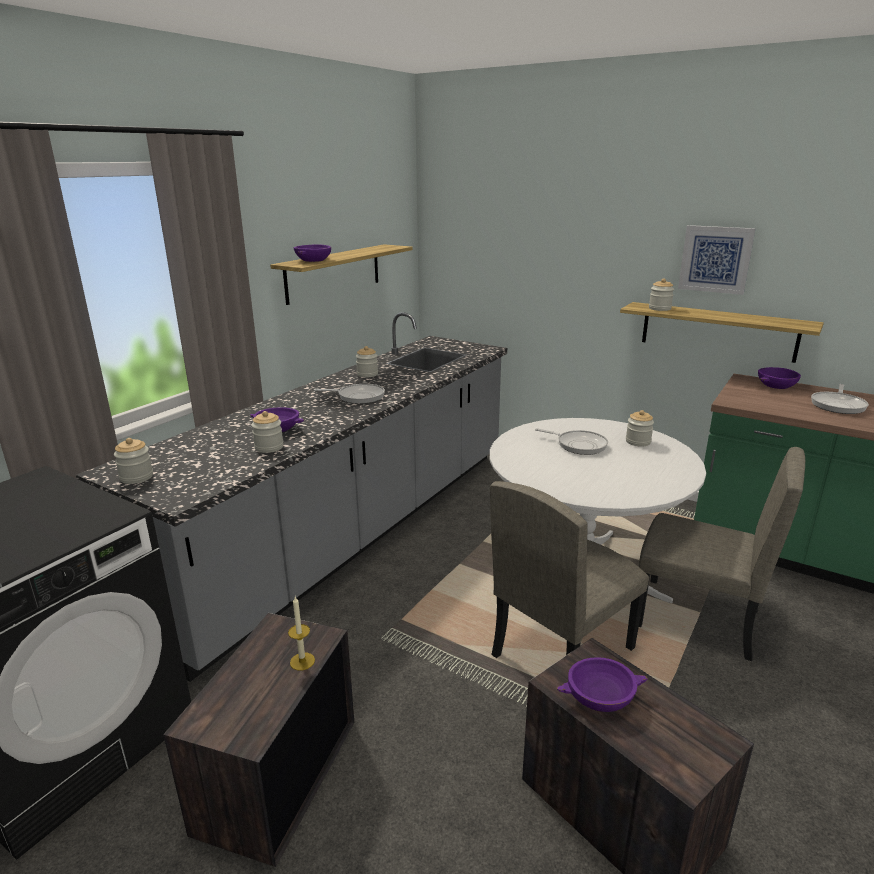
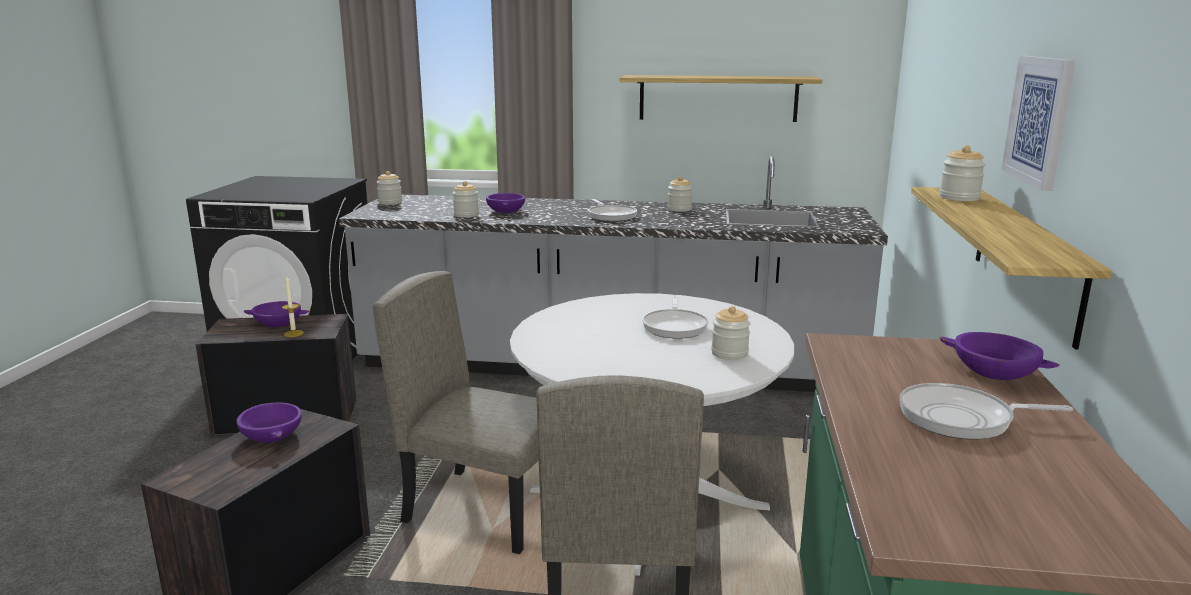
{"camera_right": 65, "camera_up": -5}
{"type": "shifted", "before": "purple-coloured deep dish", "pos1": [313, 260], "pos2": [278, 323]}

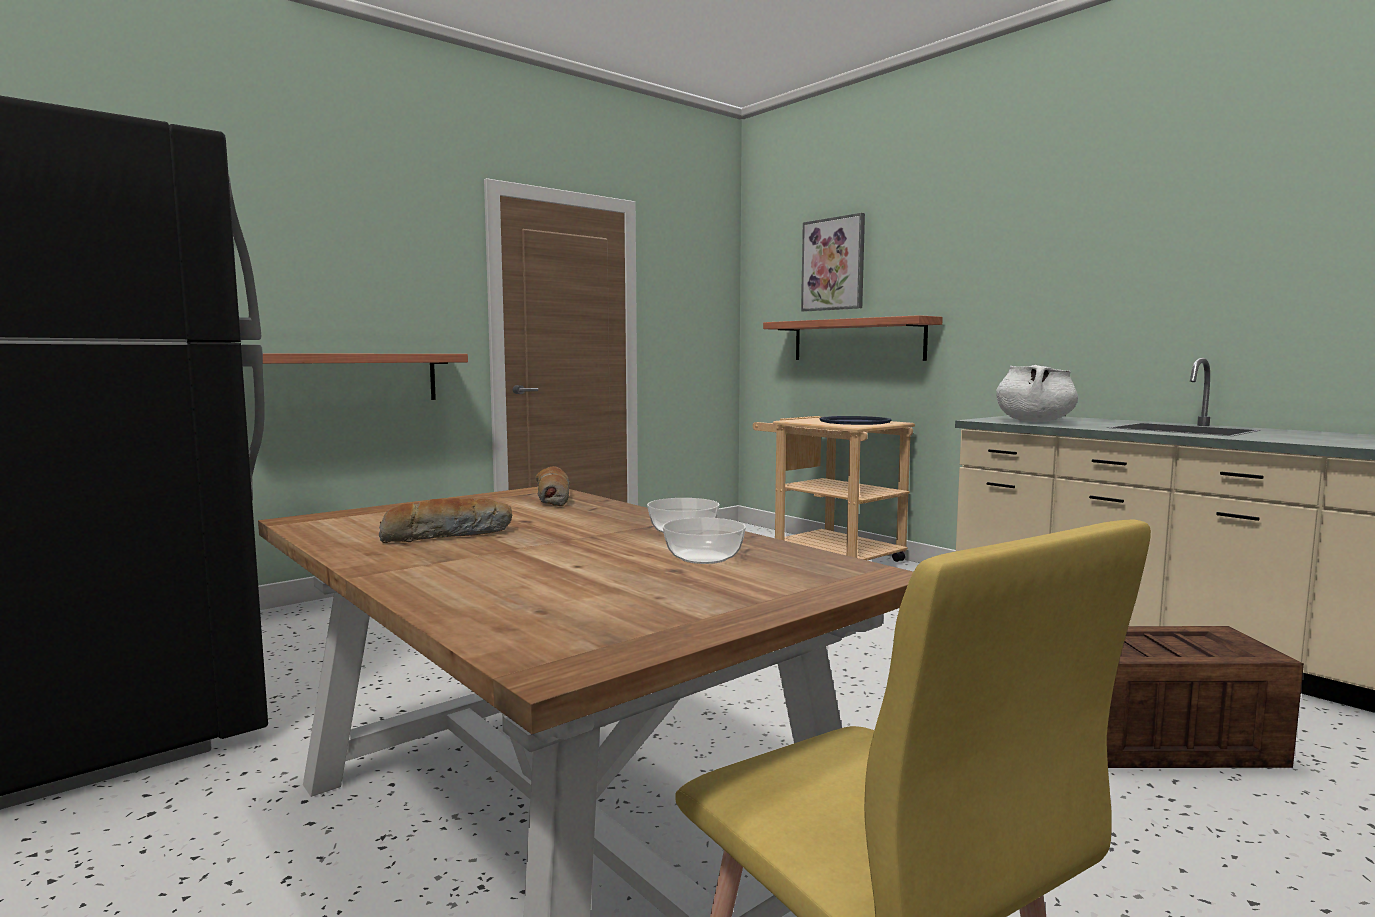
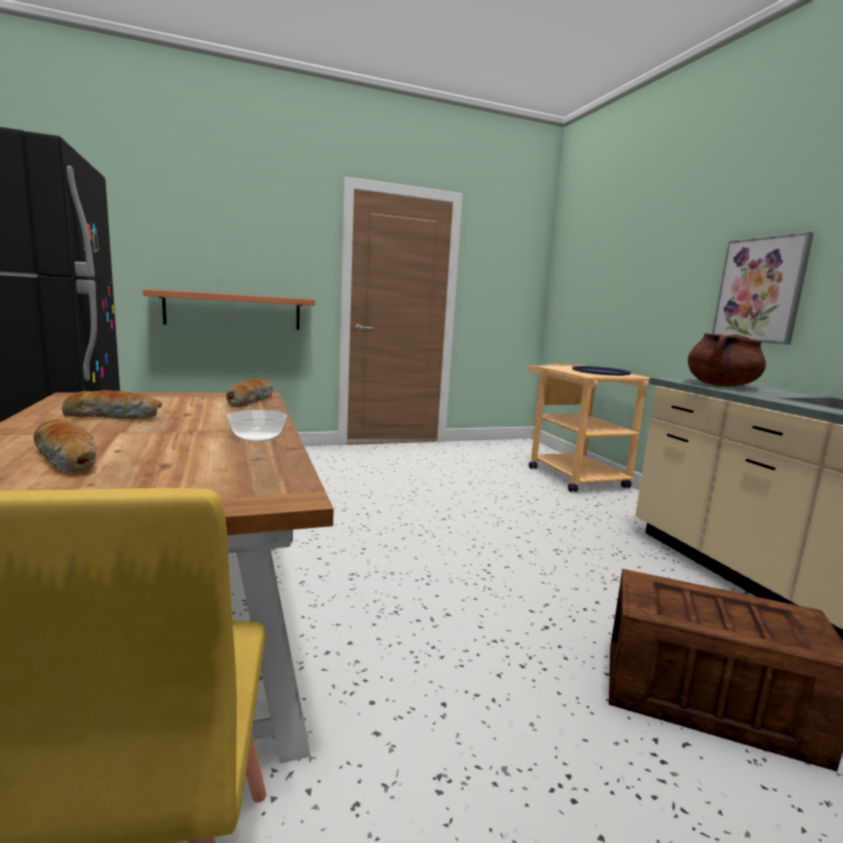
{"camera_right": 20, "camera_up": 5}
{"type": "new", "after": "bread", "pos2": [68, 459]}
{"type": "repainted", "before": "white-coloured saucepot", "after": "brownish saucepot", "pos1": [1034, 421], "pos2": [721, 385]}
{"type": "shifted", "before": "wall picture", "pos1": [833, 264], "pos2": [760, 290]}
{"type": "gone", "before": "deep dish", "pos1": [702, 558]}
{"type": "gone", "before": "shelf", "pos1": [857, 340]}

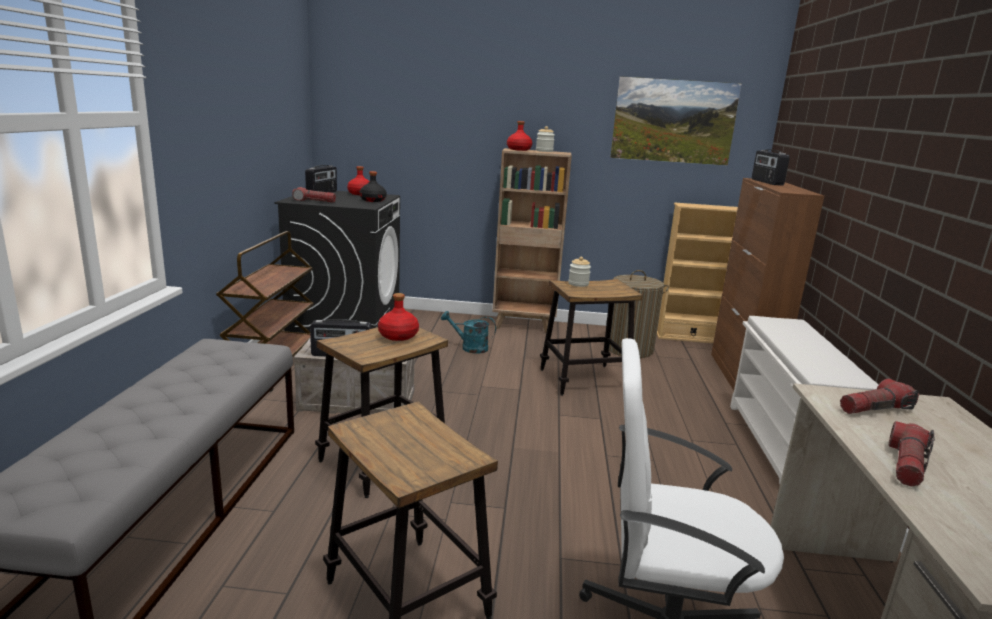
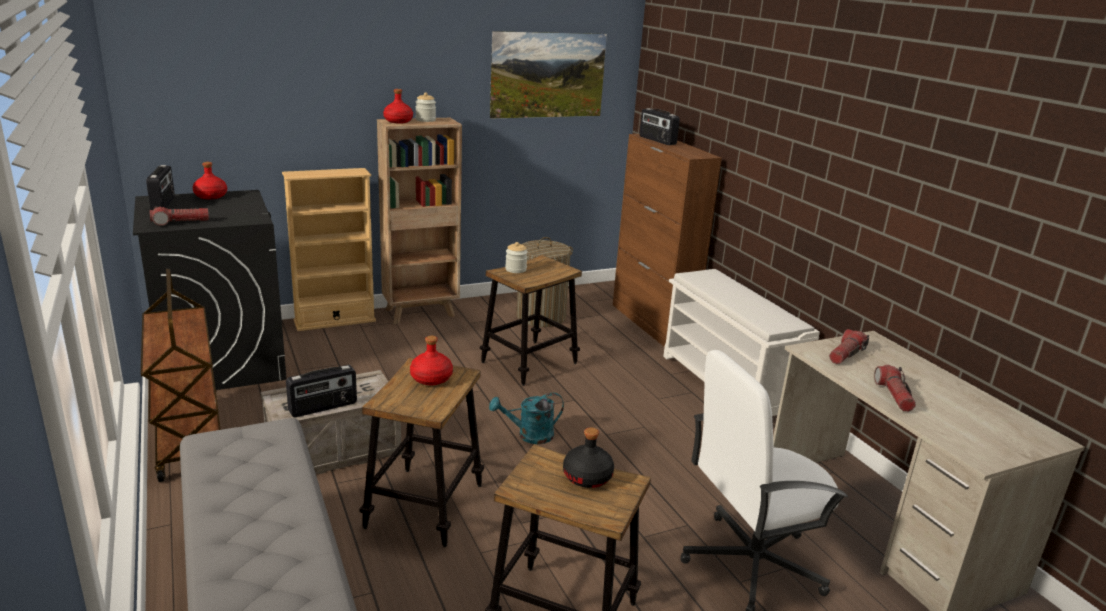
{"camera_right": -30, "camera_up": 5}
{"type": "shifted", "before": "sand-coloured bookcase", "pos1": [690, 337], "pos2": [335, 321]}
{"type": "shifted", "before": "turquoise watering pot", "pos1": [469, 348], "pos2": [529, 436]}
{"type": "shifted", "before": "black-coloured beverage bottle", "pos1": [373, 200], "pos2": [588, 477]}

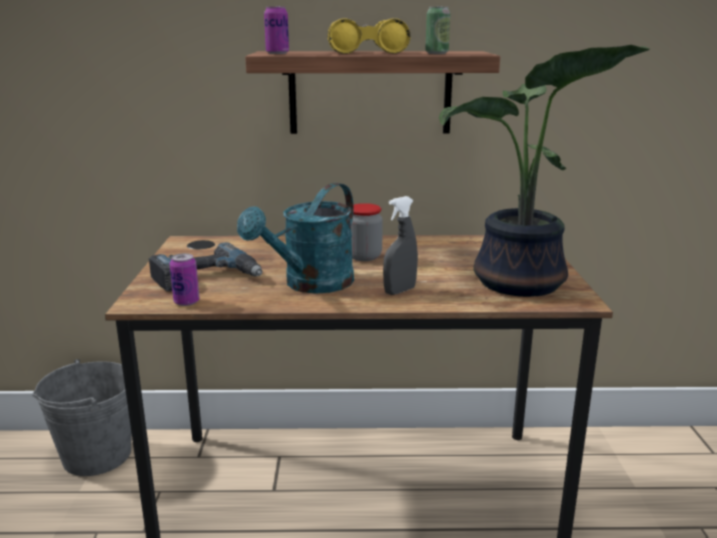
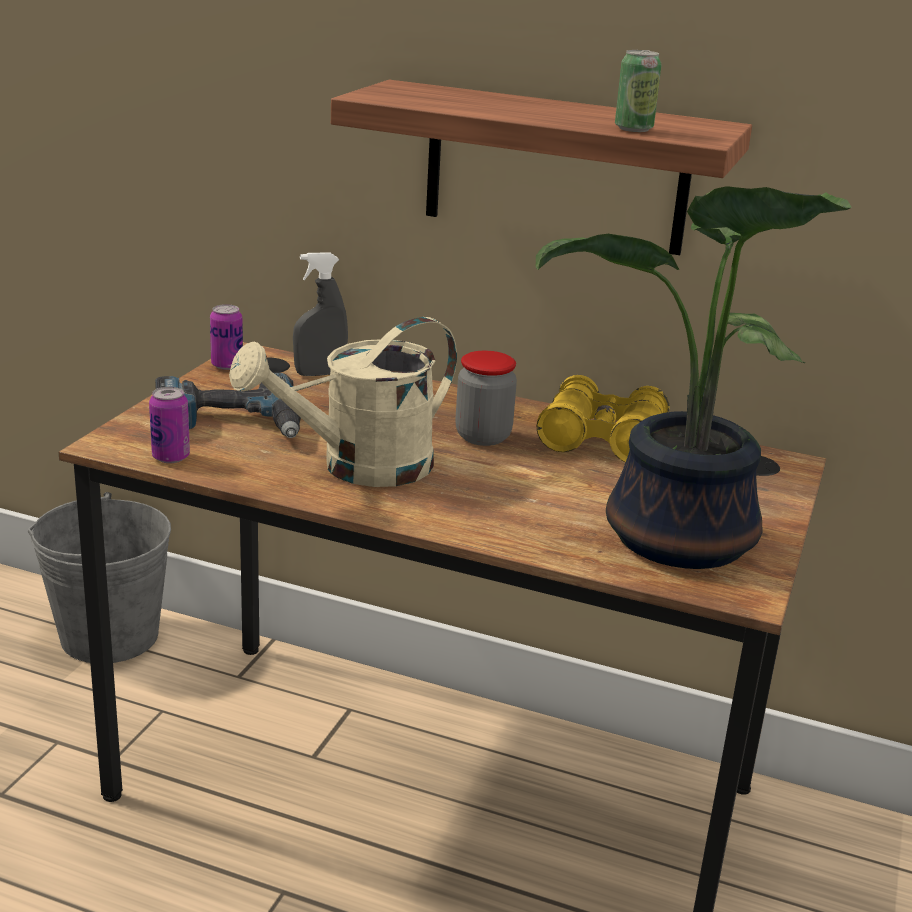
{"camera_right": 20, "camera_up": 5}
{"type": "shifted", "before": "sealed can", "pos1": [277, 53], "pos2": [227, 365]}
{"type": "repainted", "before": "turquoise watering pot", "after": "sand-coloured watering pot", "pos1": [310, 285], "pos2": [359, 468]}
{"type": "shifted", "before": "grey spray bottle", "pos1": [399, 291], "pos2": [320, 373]}
{"type": "shifted", "before": "yellow-coloured binoculars", "pos1": [366, 52], "pos2": [603, 440]}

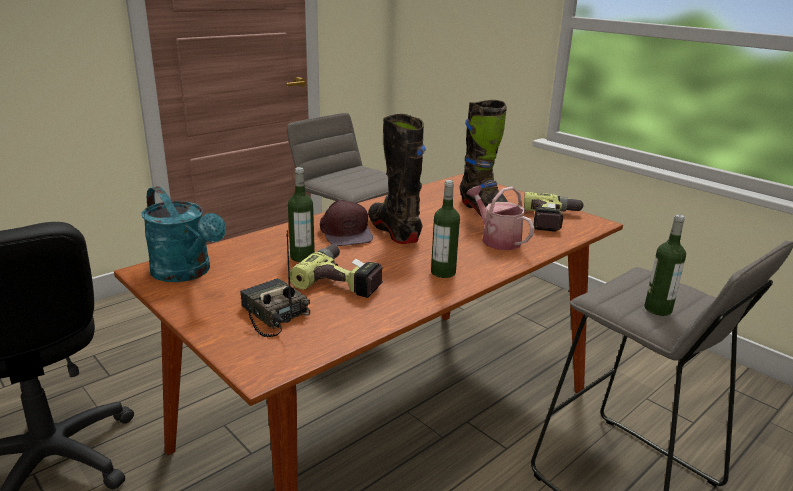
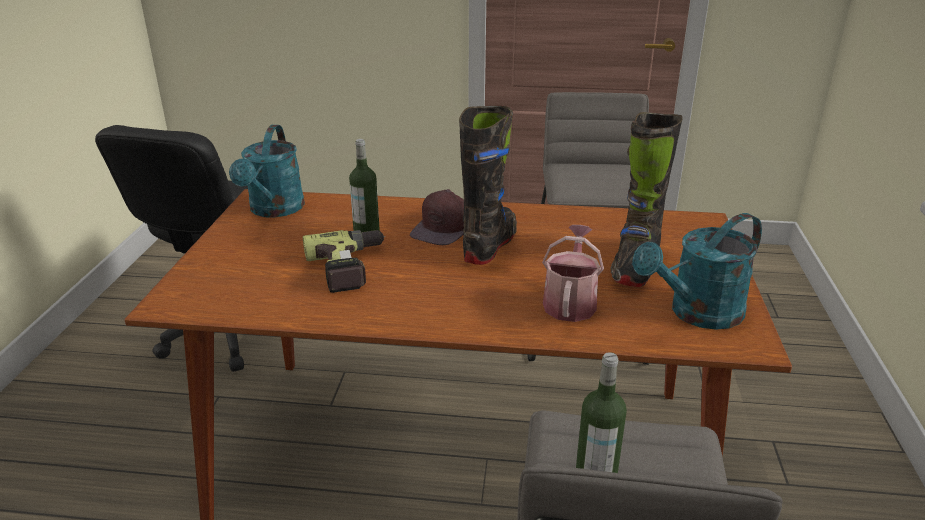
{"camera_right": 50, "camera_up": 5}
{"type": "swapped", "before": "drill", "after": "turquoise watering pot", "pos1": [553, 220], "pos2": [697, 314]}
{"type": "gone", "before": "radio receiver", "pos1": [272, 314]}
{"type": "gone", "before": "beverage bottle", "pos1": [443, 272]}

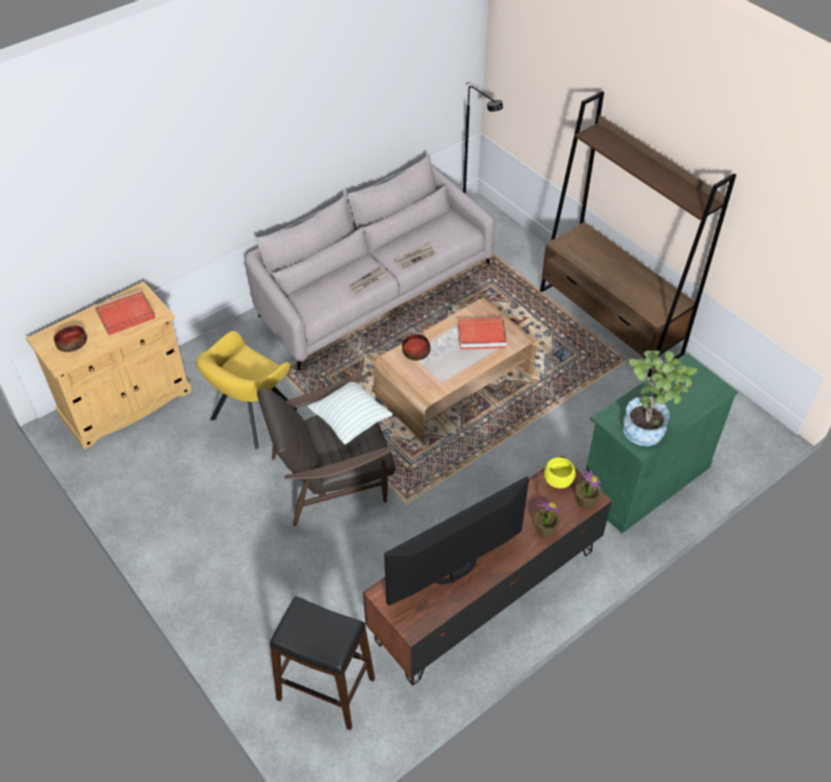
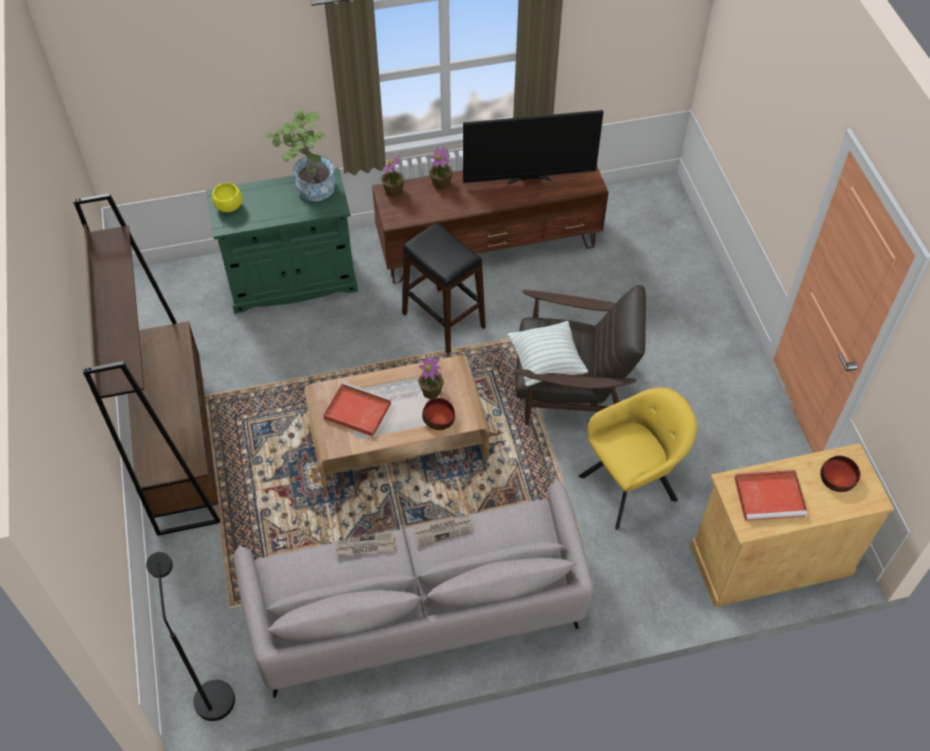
{"camera_right": -155, "camera_up": 5}
{"type": "shifted", "before": "yellow-coloured deep dish", "pos1": [558, 481], "pos2": [228, 207]}
{"type": "shifted", "before": "black-coloured stool", "pos1": [325, 689], "pos2": [444, 320]}
{"type": "new", "after": "plant in a pot", "pos2": [431, 391]}

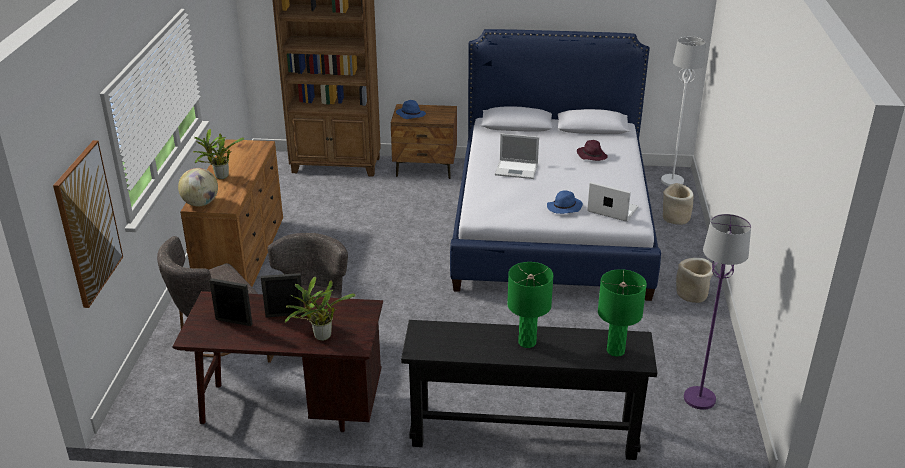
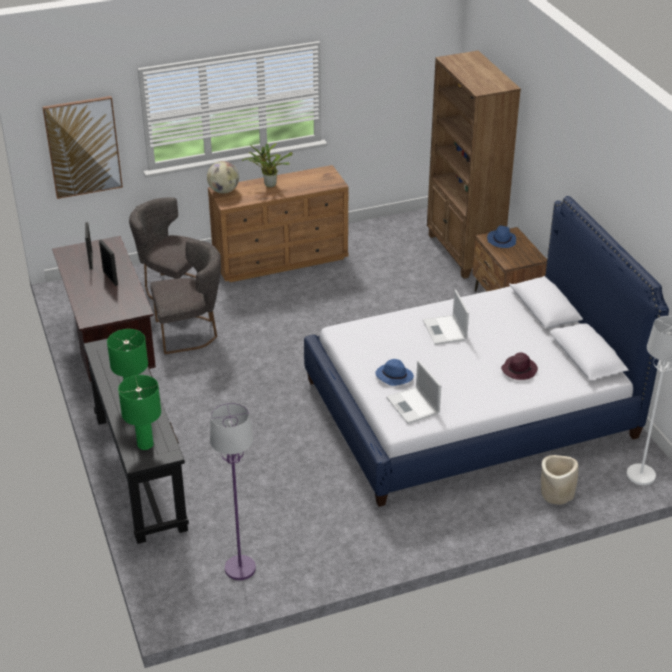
{"camera_right": 65, "camera_up": 5}
{"type": "rotated", "before": "portable computer", "pos1": [611, 209], "pos2": [413, 406], "turn": 150}
{"type": "gone", "before": "plant in a pot", "pos1": [320, 337]}
{"type": "gone", "before": "sand-coloured plant pot", "pos1": [692, 295]}

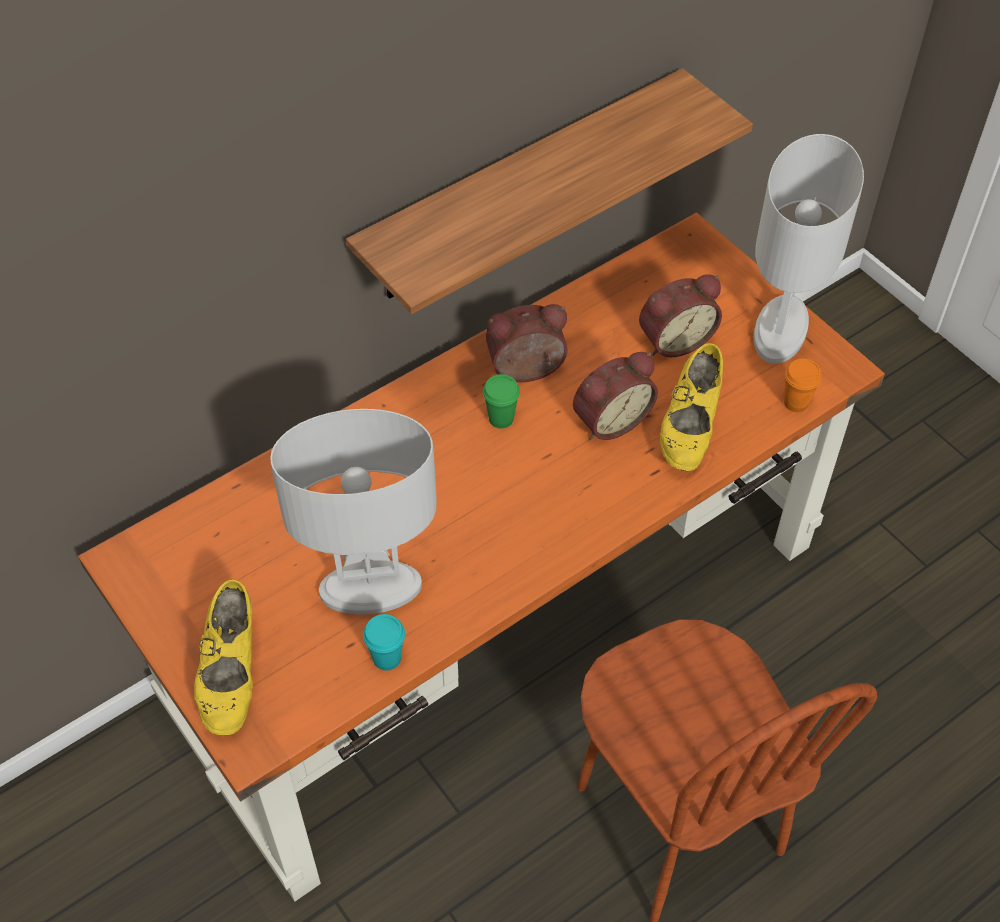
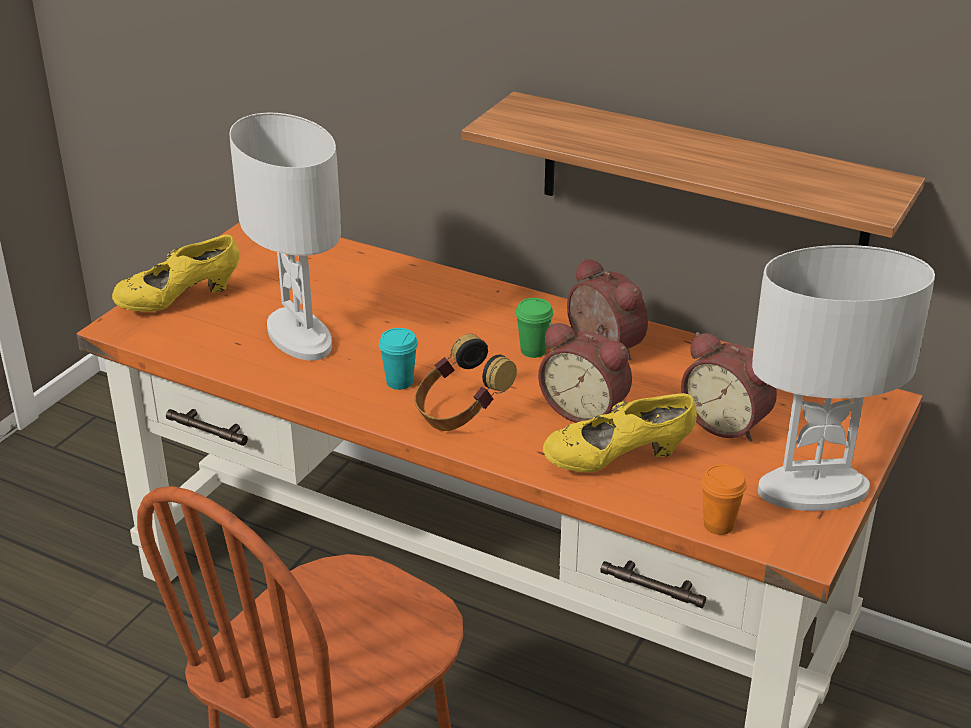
{"camera_right": 65, "camera_up": -20}
{"type": "shifted", "before": "turquoise small cup", "pos1": [387, 658], "pos2": [399, 382]}
{"type": "new", "after": "headset", "pos2": [460, 413]}

